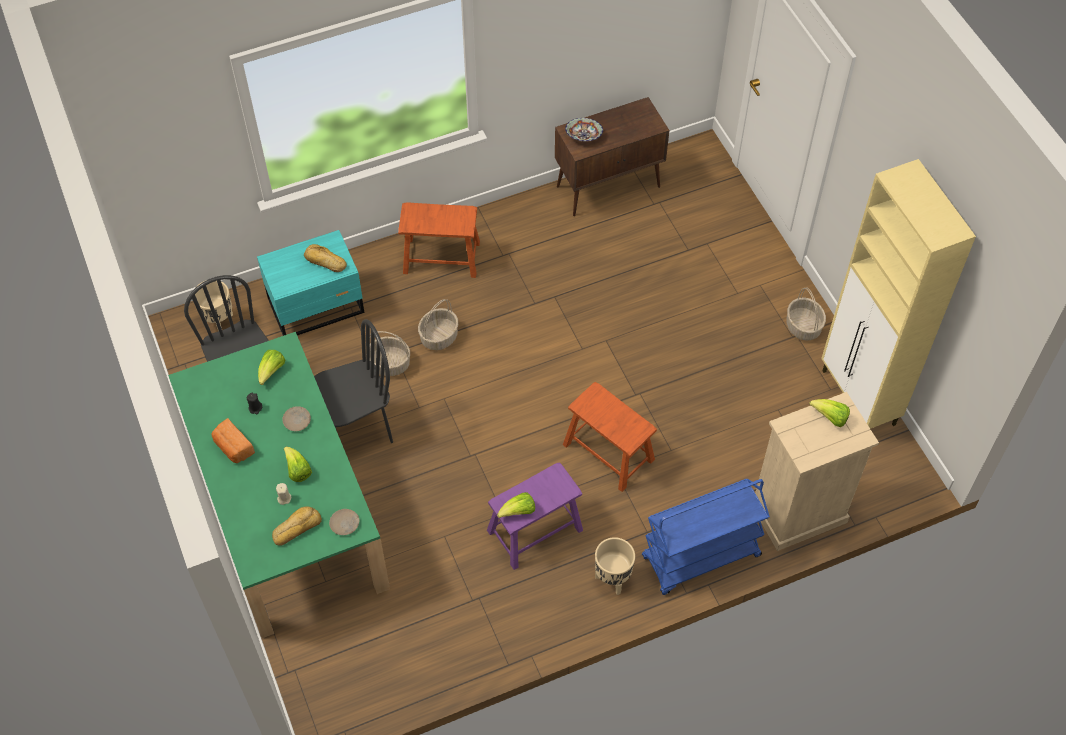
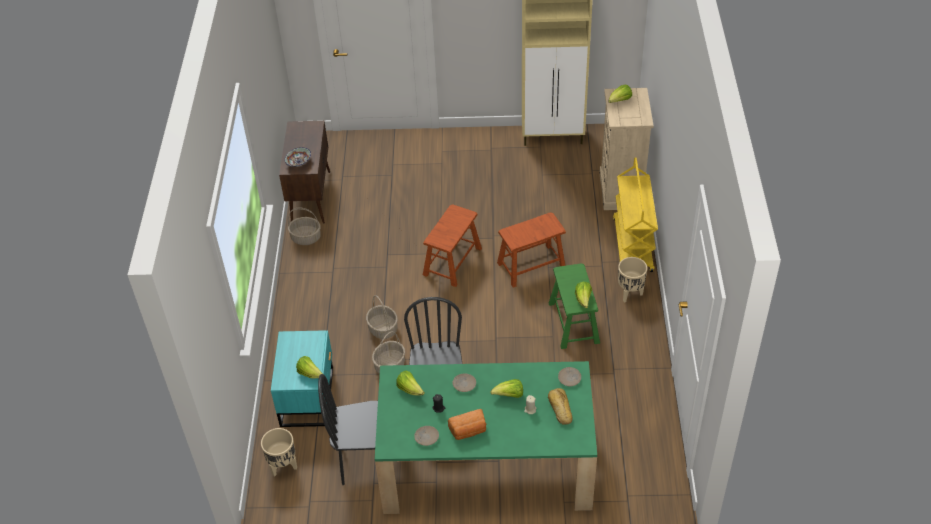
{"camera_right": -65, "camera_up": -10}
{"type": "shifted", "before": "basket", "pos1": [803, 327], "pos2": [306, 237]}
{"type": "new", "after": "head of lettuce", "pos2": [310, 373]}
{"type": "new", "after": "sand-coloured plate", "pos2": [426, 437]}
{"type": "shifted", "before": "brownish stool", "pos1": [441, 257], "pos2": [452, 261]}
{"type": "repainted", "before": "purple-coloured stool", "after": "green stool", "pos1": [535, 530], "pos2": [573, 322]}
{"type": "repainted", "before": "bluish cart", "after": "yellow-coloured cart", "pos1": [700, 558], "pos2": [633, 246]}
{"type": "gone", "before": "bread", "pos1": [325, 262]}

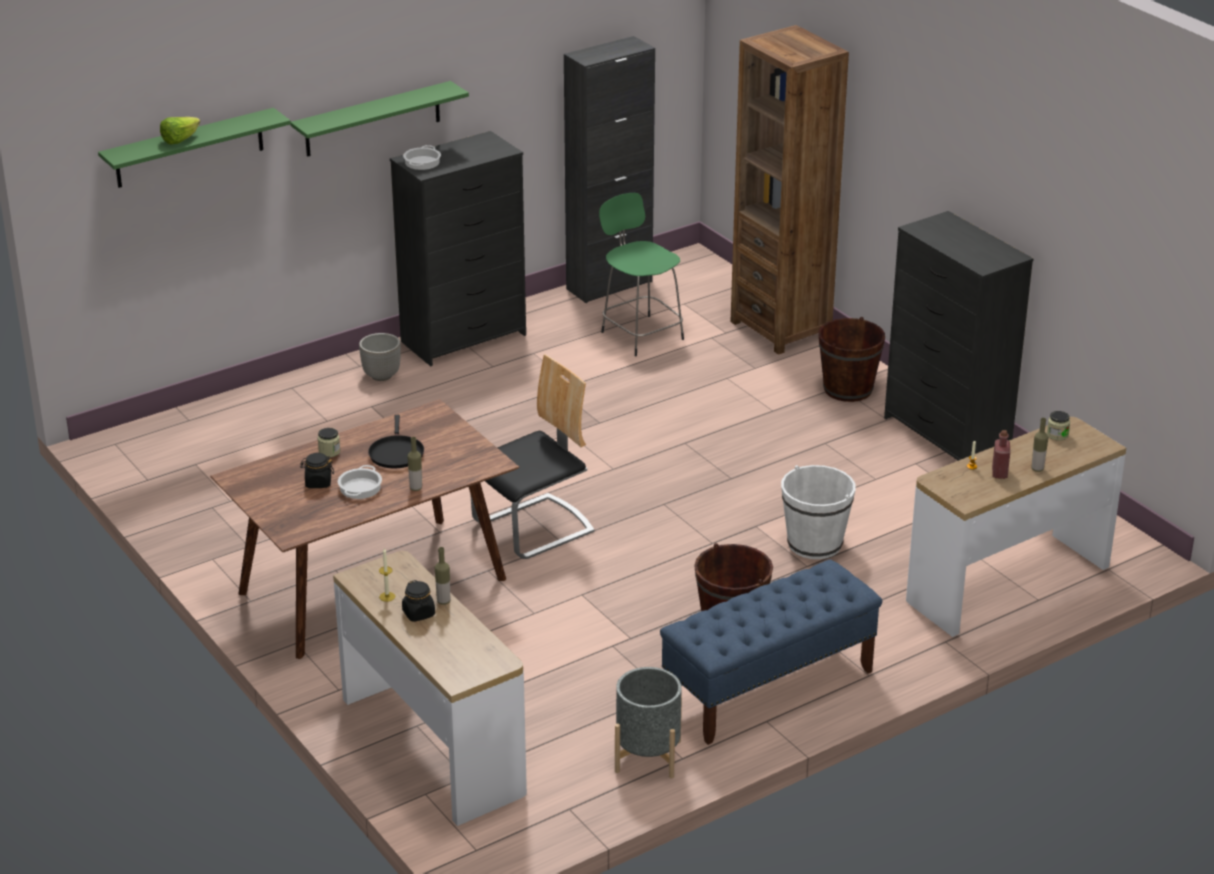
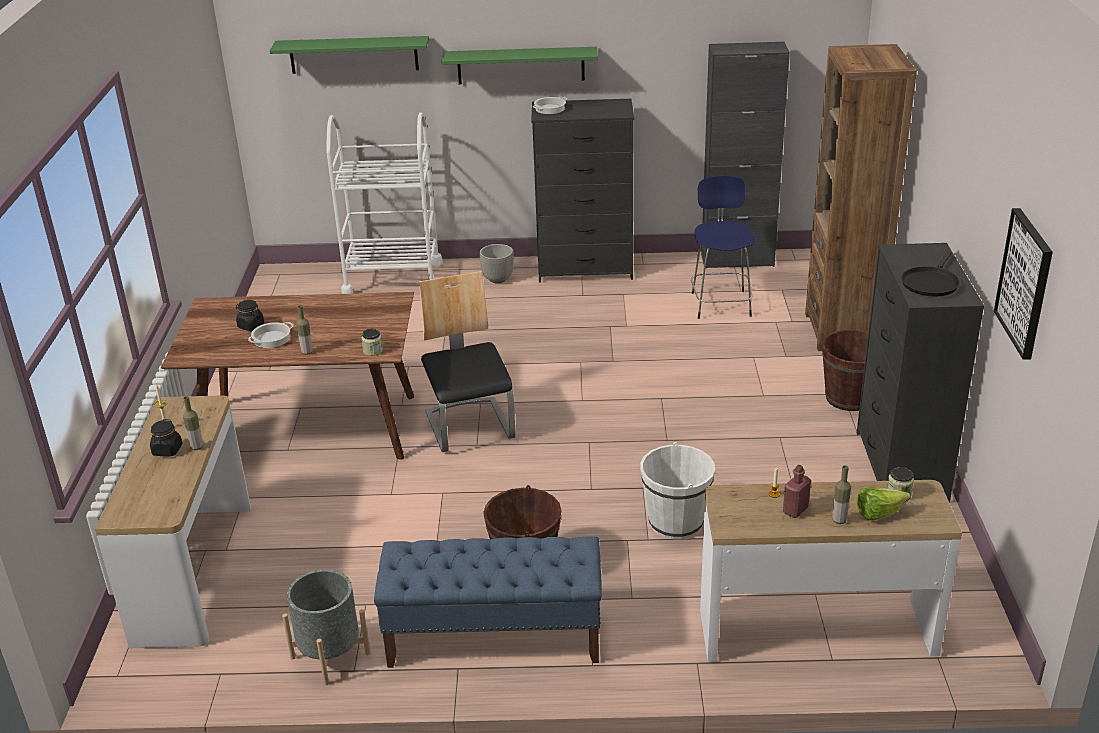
{"camera_right": 35, "camera_up": 0}
{"type": "new", "after": "white-coloured cart", "pos2": [393, 278]}
{"type": "shifted", "before": "jar", "pos1": [329, 452], "pos2": [373, 351]}
{"type": "rotated", "before": "upright chair", "pos1": [534, 528], "pos2": [470, 426], "turn": -105}
{"type": "repainted", "before": "green stool", "after": "bluish stool", "pos1": [640, 334], "pos2": [721, 303]}
{"type": "shifted", "before": "head of lettuce", "pos1": [180, 140], "pos2": [878, 514]}
{"type": "shifted", "before": "black-coloured frying pan", "pos1": [396, 453], "pos2": [930, 283]}
{"type": "new", "after": "wall picture", "pos2": [1025, 283]}

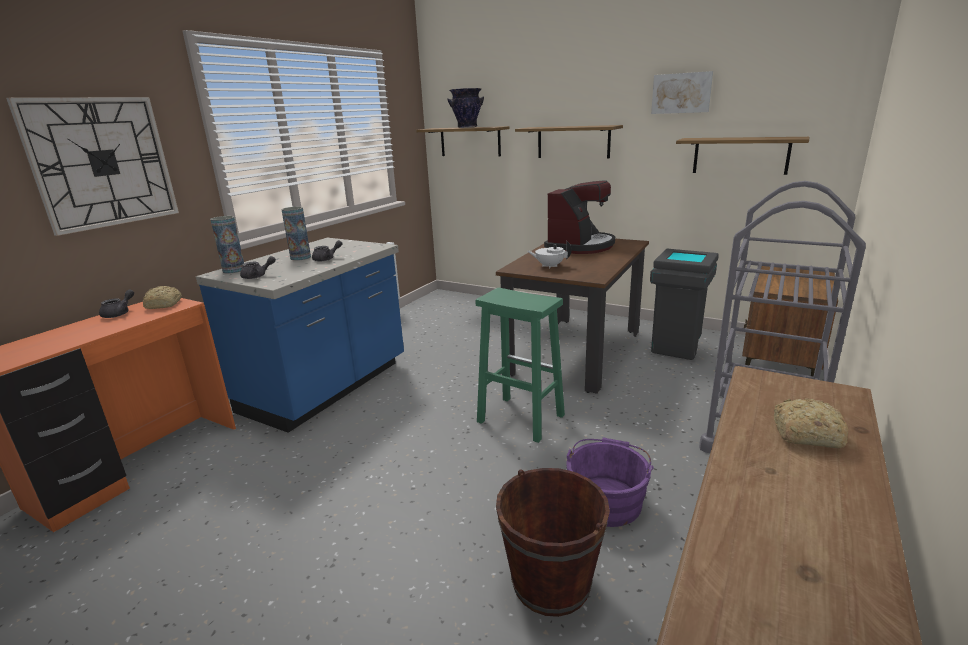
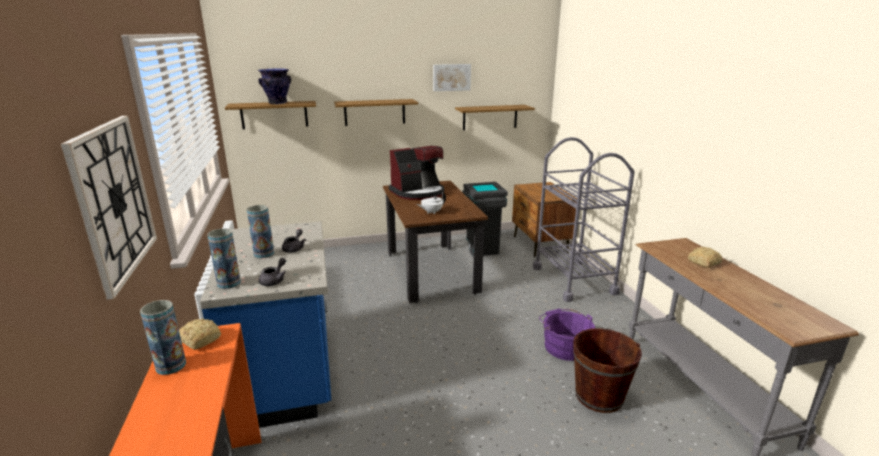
{"camera_right": -45, "camera_up": 0}
{"type": "swapped", "before": "grey teapot", "after": "flower vase", "pos1": [119, 313], "pos2": [171, 366]}
{"type": "rotated", "before": "coffee machine", "pos1": [580, 246], "pos2": [418, 192], "turn": 75}
{"type": "gone", "before": "green stool", "pos1": [519, 418]}

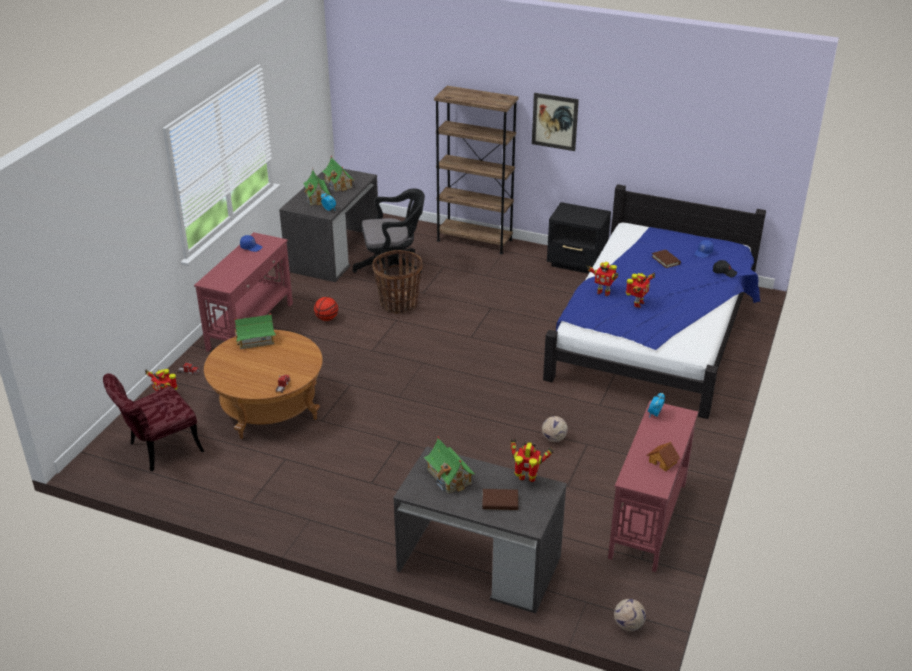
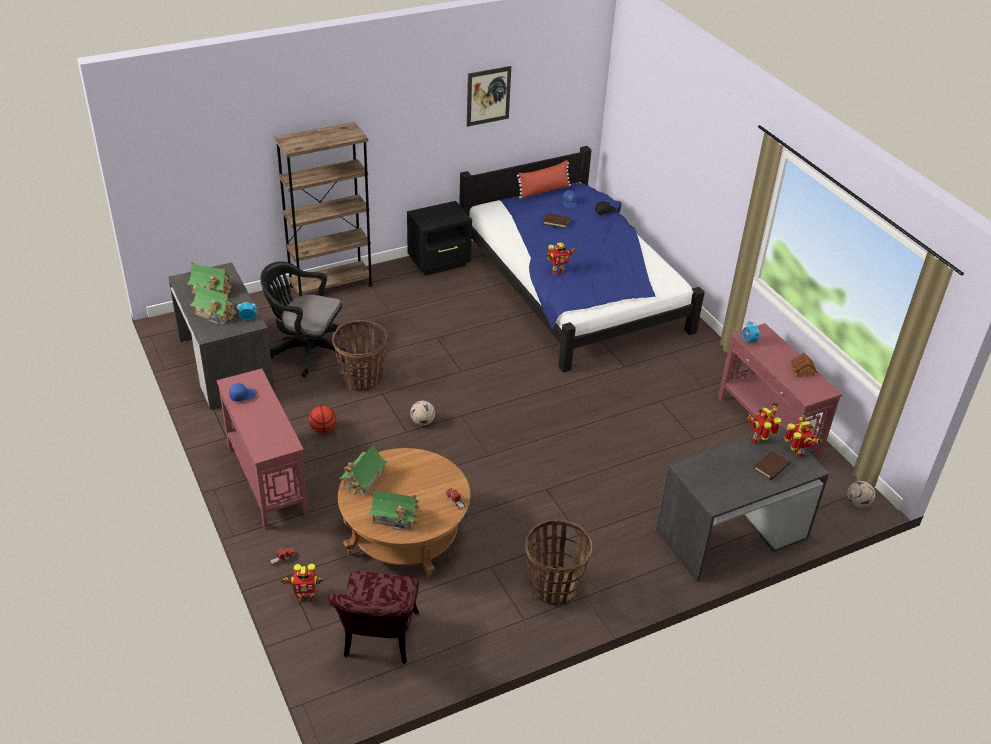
{"camera_right": -50, "camera_up": 5}
{"type": "rotated", "before": "black-coloured desk chair", "pos1": [393, 270], "pos2": [306, 351], "turn": -105}
{"type": "shifted", "before": "toy house", "pos1": [449, 476], "pos2": [395, 517]}
{"type": "shifted", "before": "football ball", "pos1": [553, 438], "pos2": [422, 422]}
{"type": "shifted", "before": "wall picture", "pos1": [554, 121], "pos2": [488, 96]}
{"type": "new", "after": "red throw pillow", "pos2": [544, 191]}
{"type": "new", "after": "basket", "pos2": [553, 587]}
{"type": "shifted", "before": "robot figure", "pos1": [637, 304], "pos2": [797, 453]}

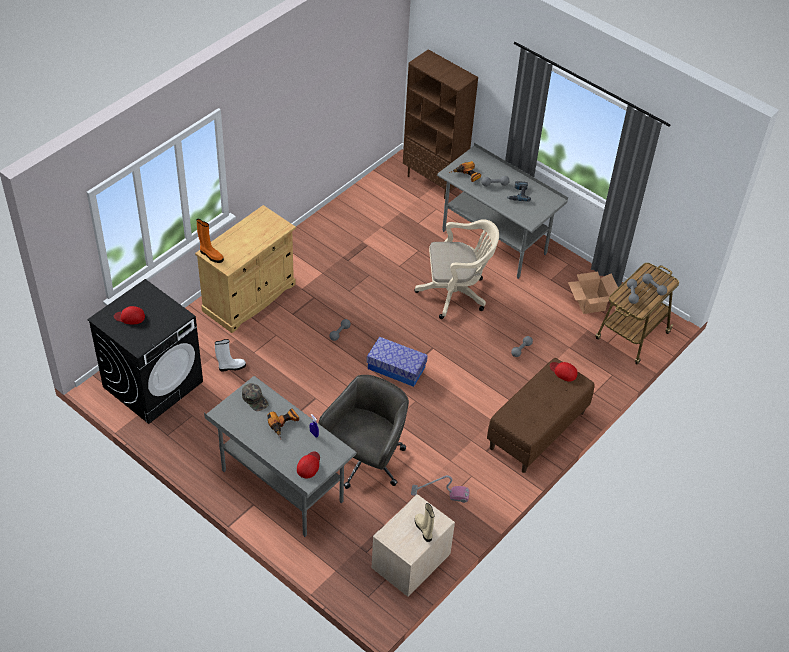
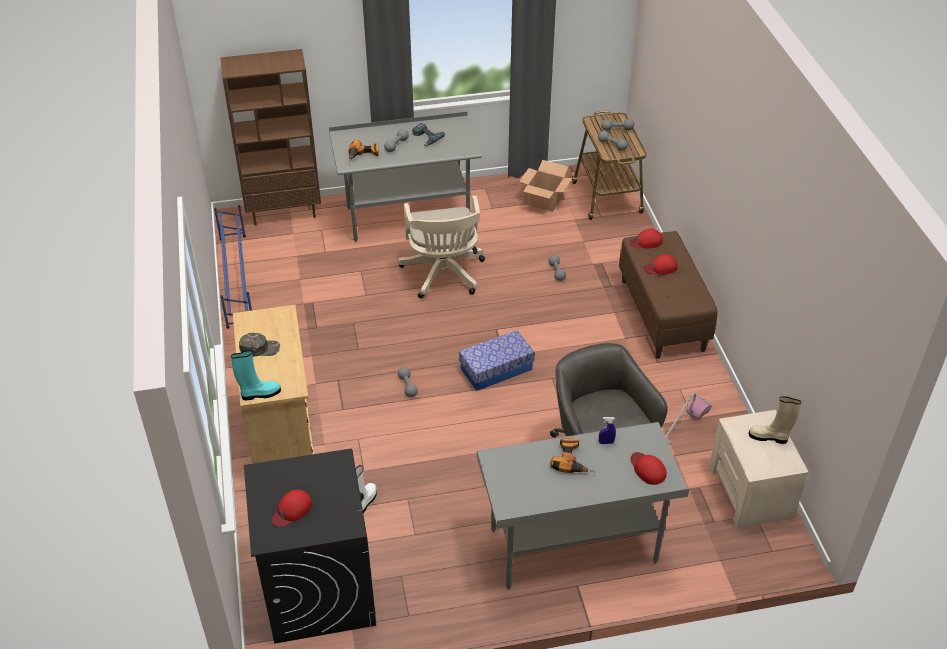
{"camera_right": -50, "camera_up": -5}
{"type": "new", "after": "bluish shoe shelf", "pos2": [237, 279]}
{"type": "repainted", "before": "orange tall boot", "after": "turquoise tall boot", "pos1": [210, 255], "pos2": [259, 394]}
{"type": "shifted", "before": "green baseball cap", "pos1": [255, 399], "pos2": [260, 348]}
{"type": "rotated", "before": "sand-coloured desk chair", "pos1": [456, 293], "pos2": [444, 276], "turn": 135}
{"type": "new", "after": "red baseball cap", "pos2": [660, 267]}

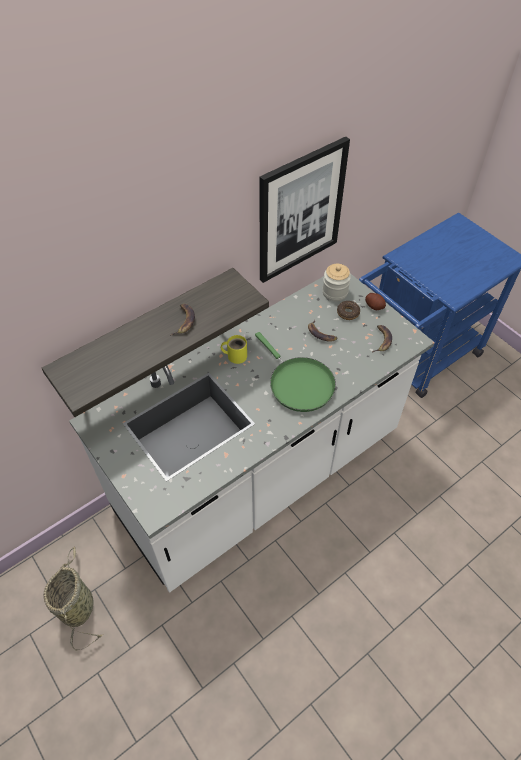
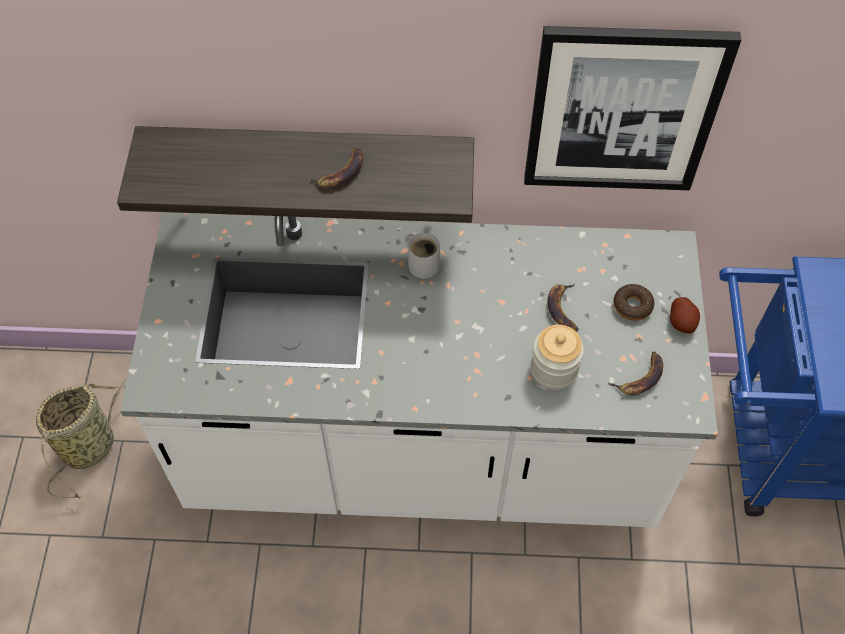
{"camera_right": 40, "camera_up": 5}
{"type": "repainted", "before": "yellow-coloured tea mug", "after": "white-coloured tea mug", "pos1": [235, 355], "pos2": [422, 262]}
{"type": "shifted", "before": "jar", "pos1": [335, 292], "pos2": [554, 369]}
{"type": "gone", "before": "green frying pan", "pos1": [298, 383]}

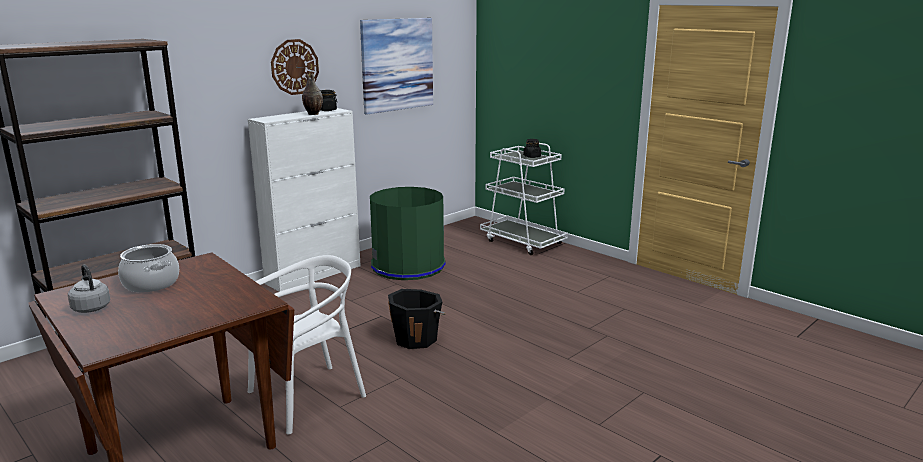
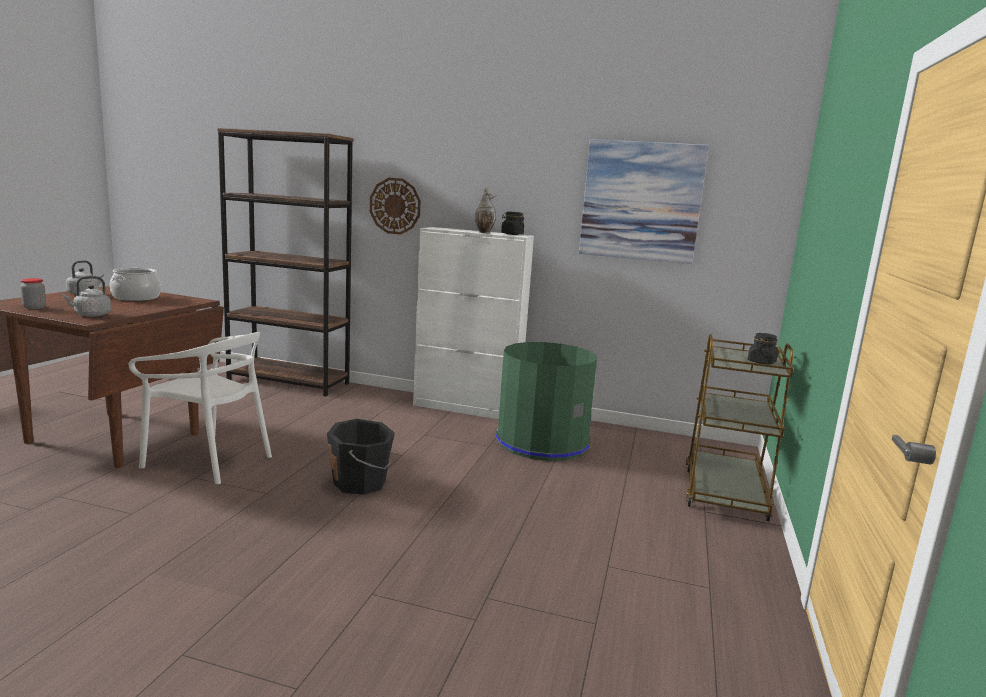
{"camera_right": 60, "camera_up": -5}
{"type": "new", "after": "jar", "pos2": [34, 307]}
{"type": "new", "after": "grey water kettle", "pos2": [90, 315]}
{"type": "shifted", "before": "hanging clock", "pos1": [294, 67], "pos2": [395, 206]}
{"type": "repainted", "before": "white-coloured cart", "after": "brownish cart", "pos1": [523, 242], "pos2": [724, 493]}

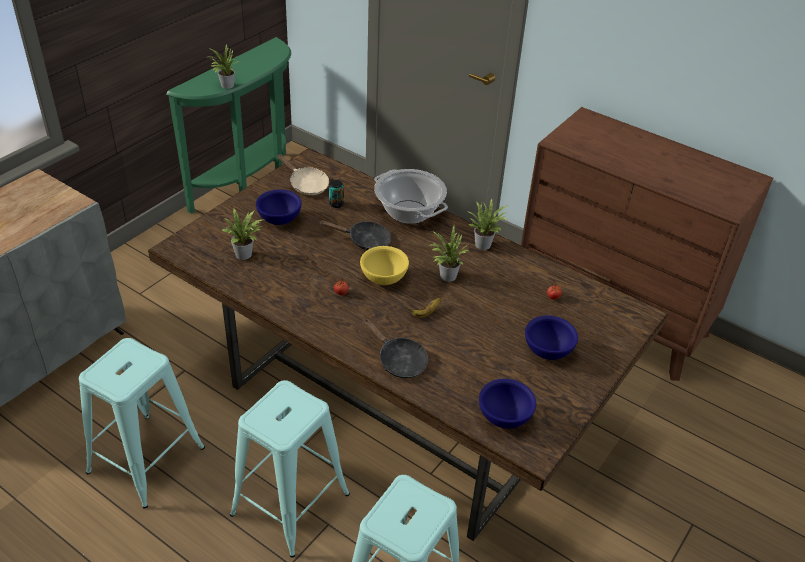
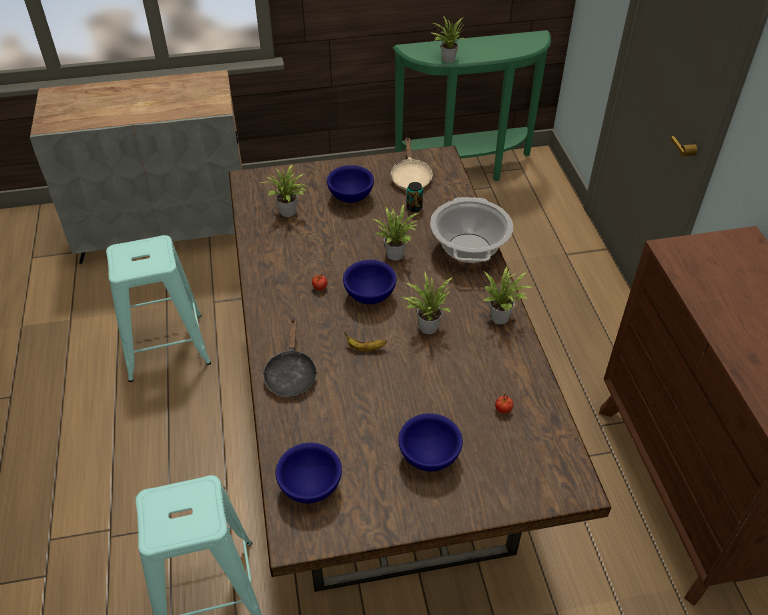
{"camera_right": 45, "camera_up": 5}
{"type": "repainted", "before": "yellow-coloured deep dish", "after": "bluish deep dish", "pos1": [383, 279], "pos2": [369, 296]}
{"type": "swapped", "before": "black-coloured frying pan", "after": "plant in a pot", "pos1": [364, 241], "pos2": [396, 253]}
{"type": "gone", "before": "turquoise stool", "pos1": [290, 504]}

